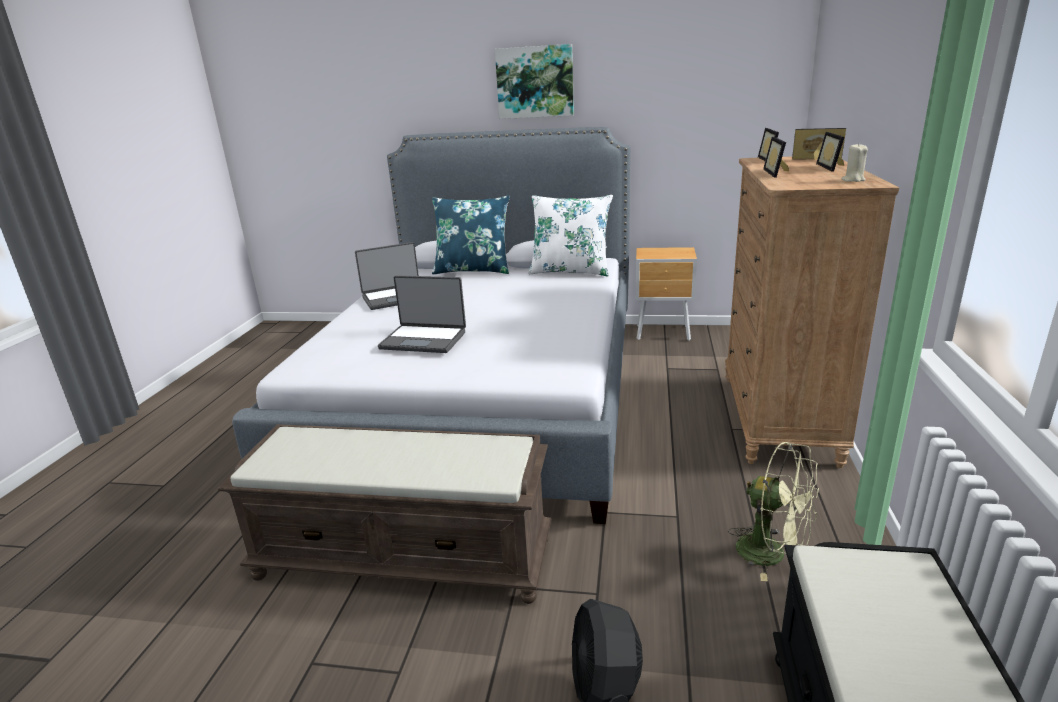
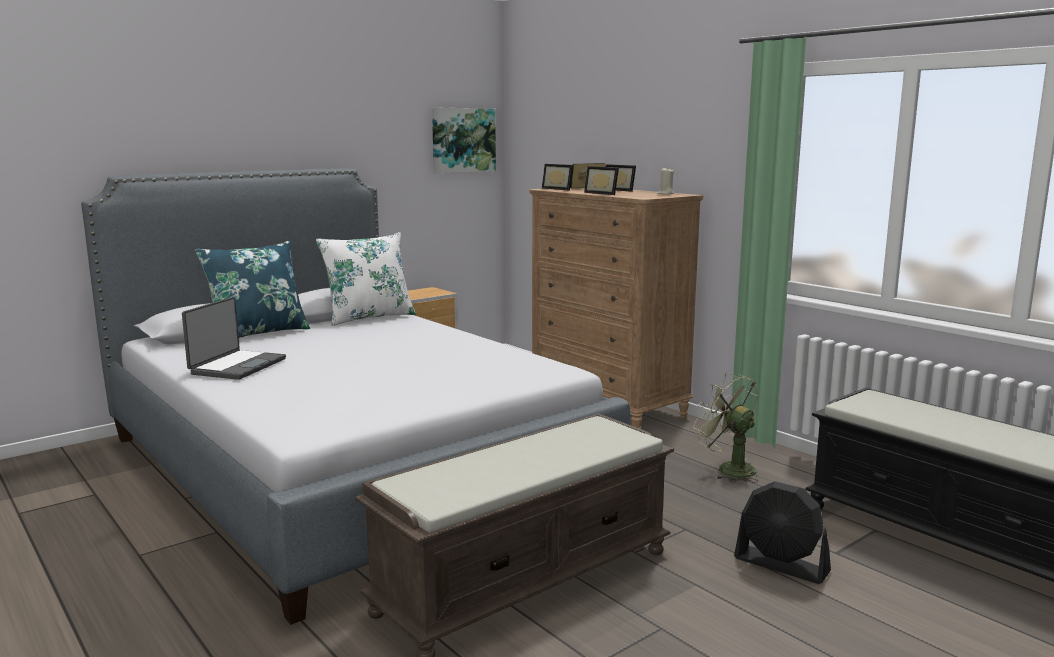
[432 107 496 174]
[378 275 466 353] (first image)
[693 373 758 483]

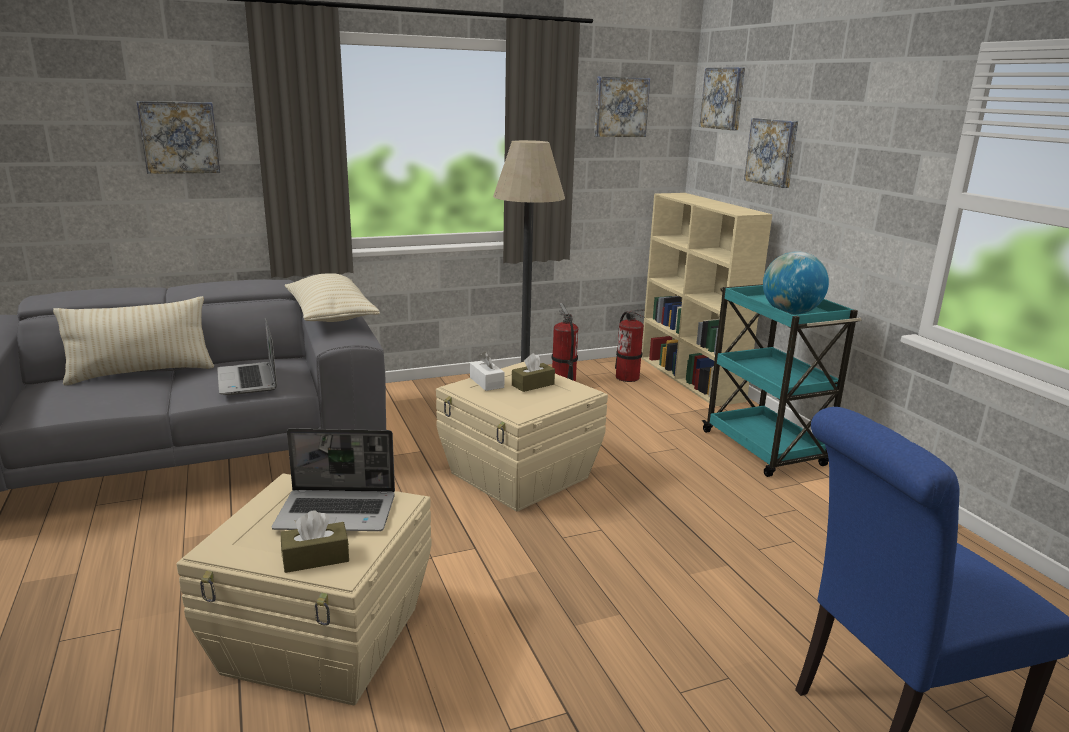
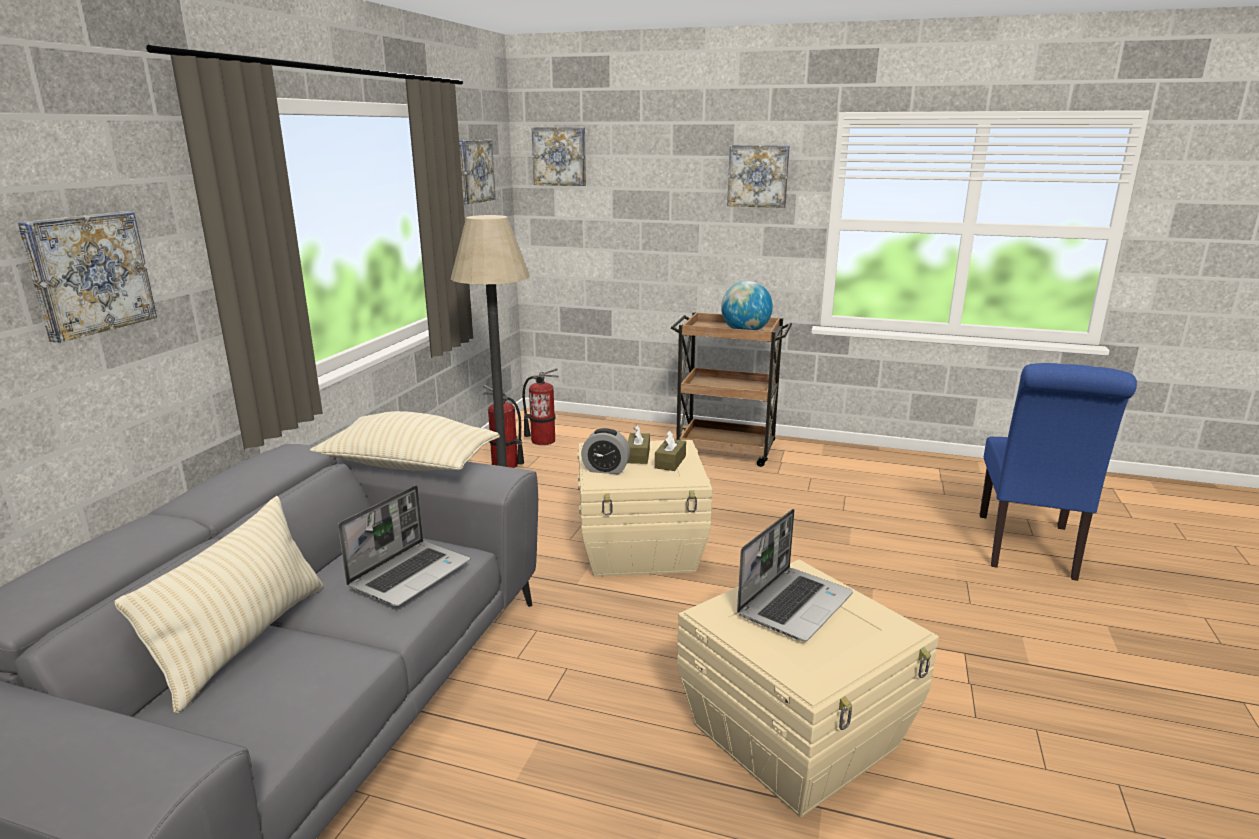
[727 145 790 208]
[641 193 772 407] (first image)
[671 312 792 467]
[338 485 470 606]
[581 428 631 474]
[655 430 686 471]

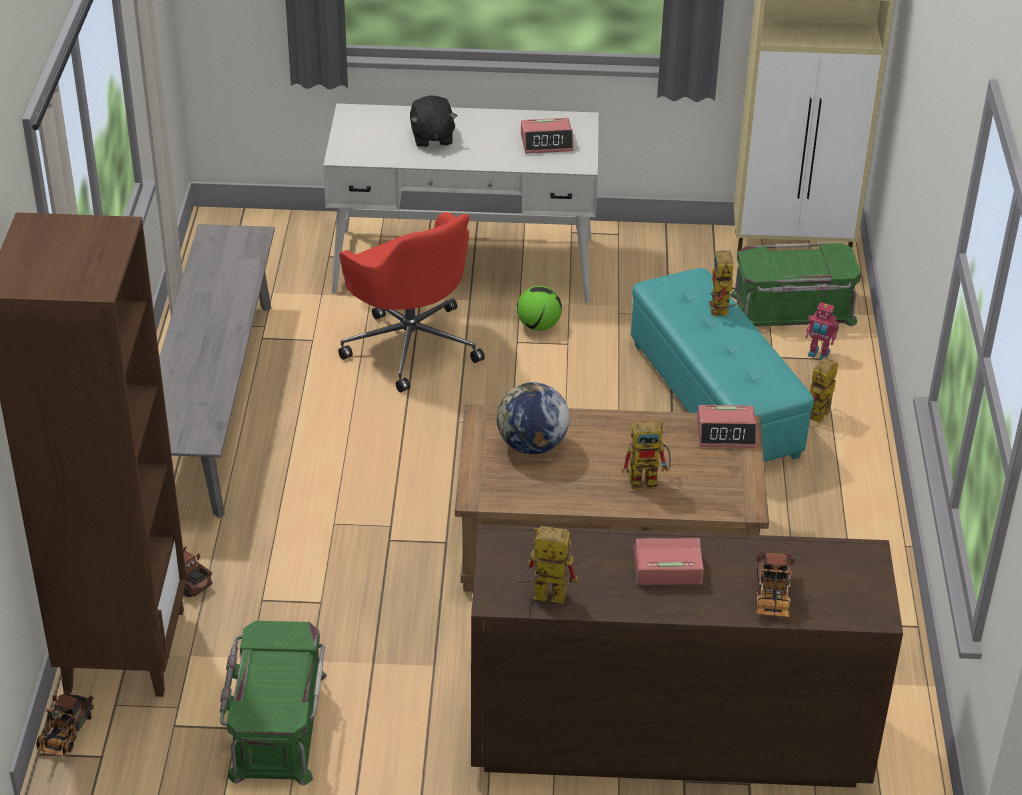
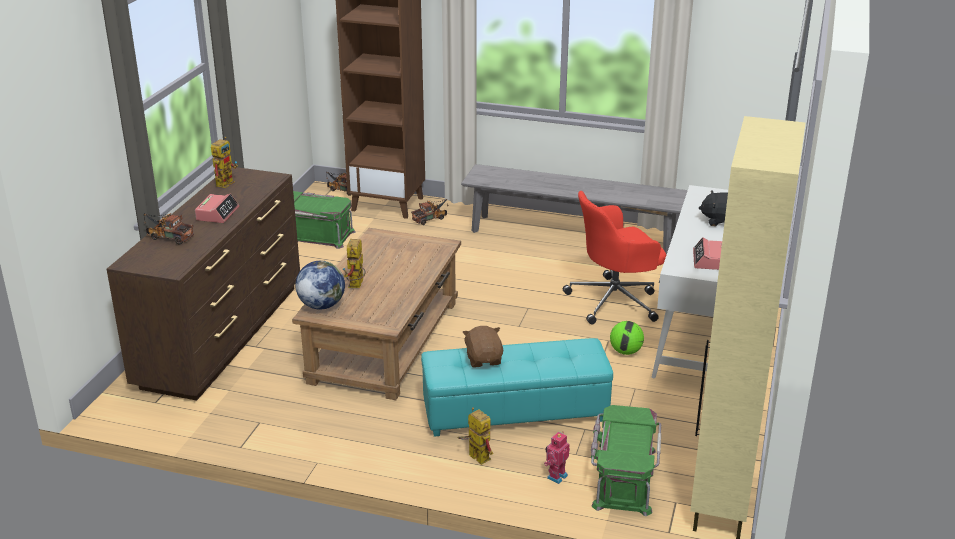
[709 250 742 316] (first image)
[295 260 345 310]
[697 405 757 448] (first image)
[462 326 503 367]

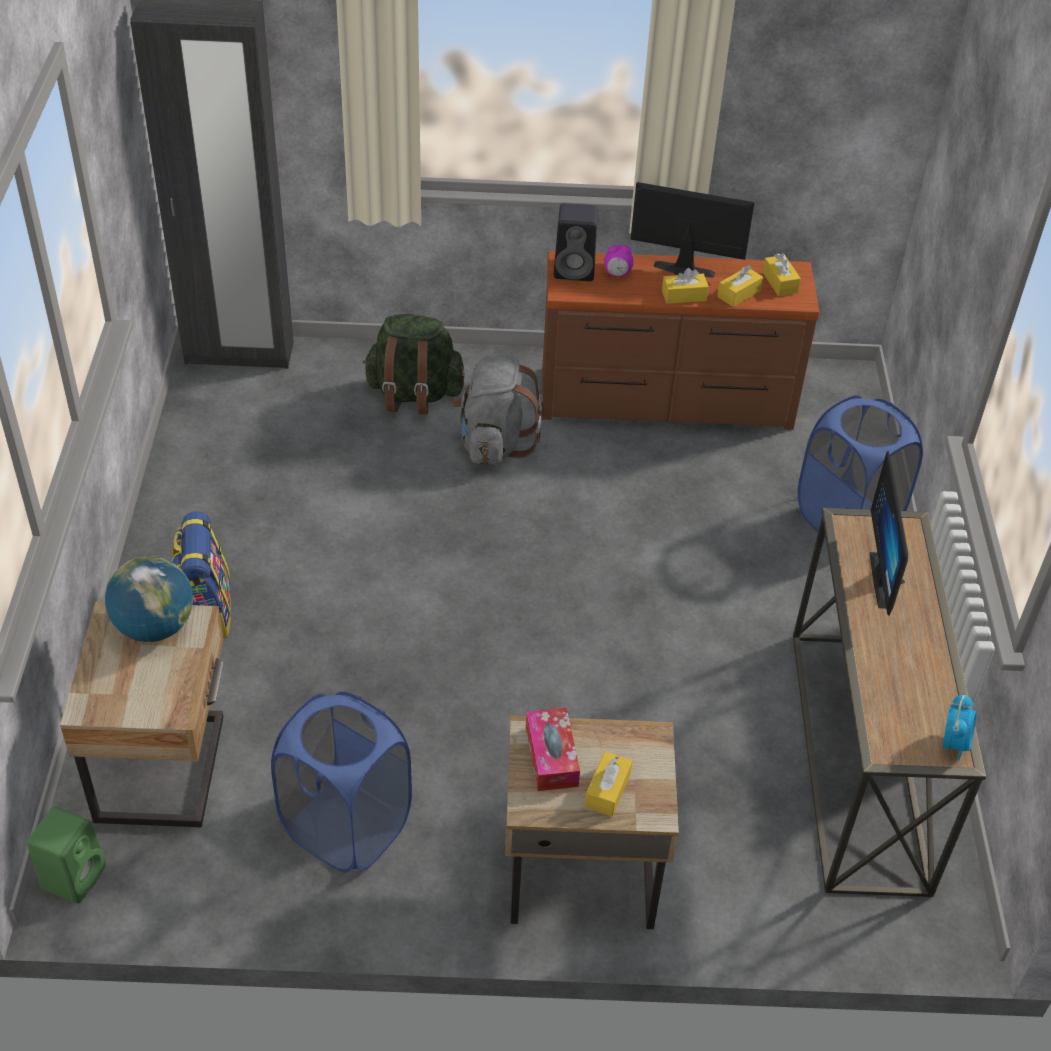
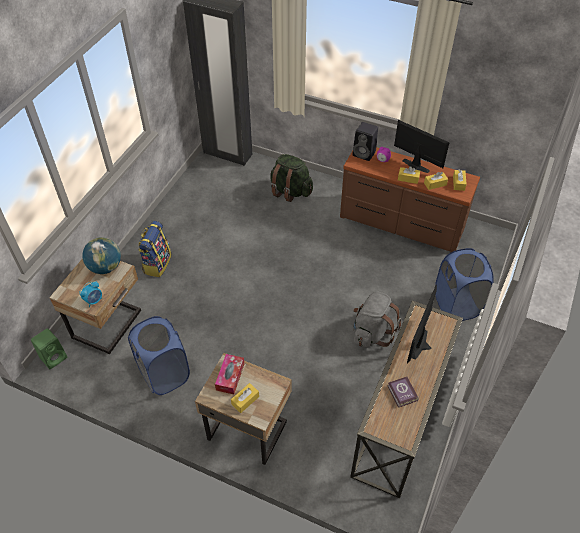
[353 291 401 348]
[79 281 102 307]
[387 377 419 408]

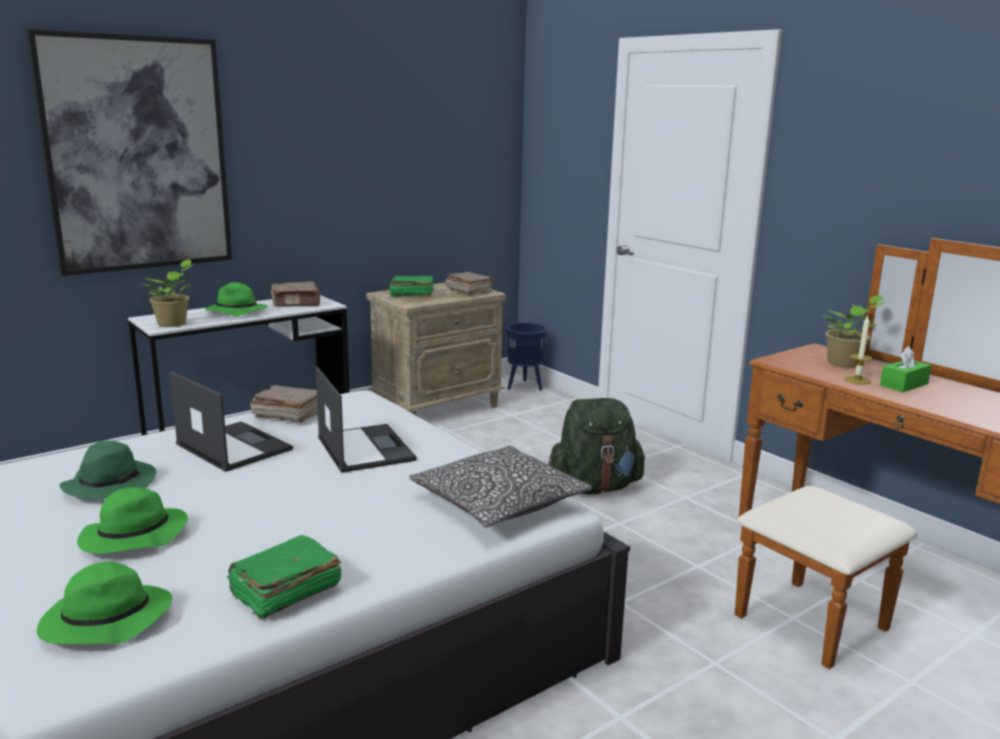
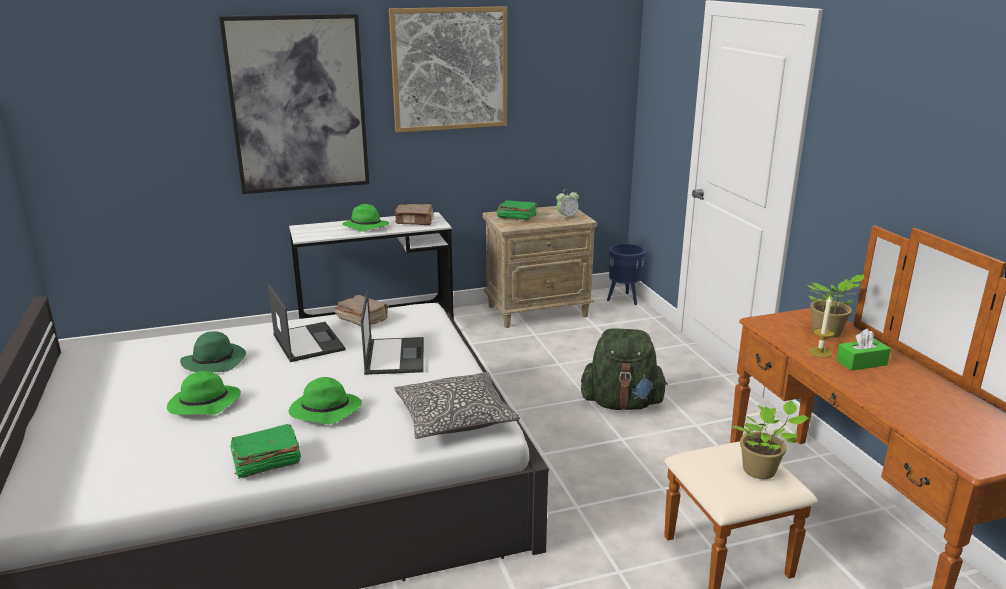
[732 401 809 479]
[556 189 579 220]
[289 377 362 424]
[389 6 507 133]

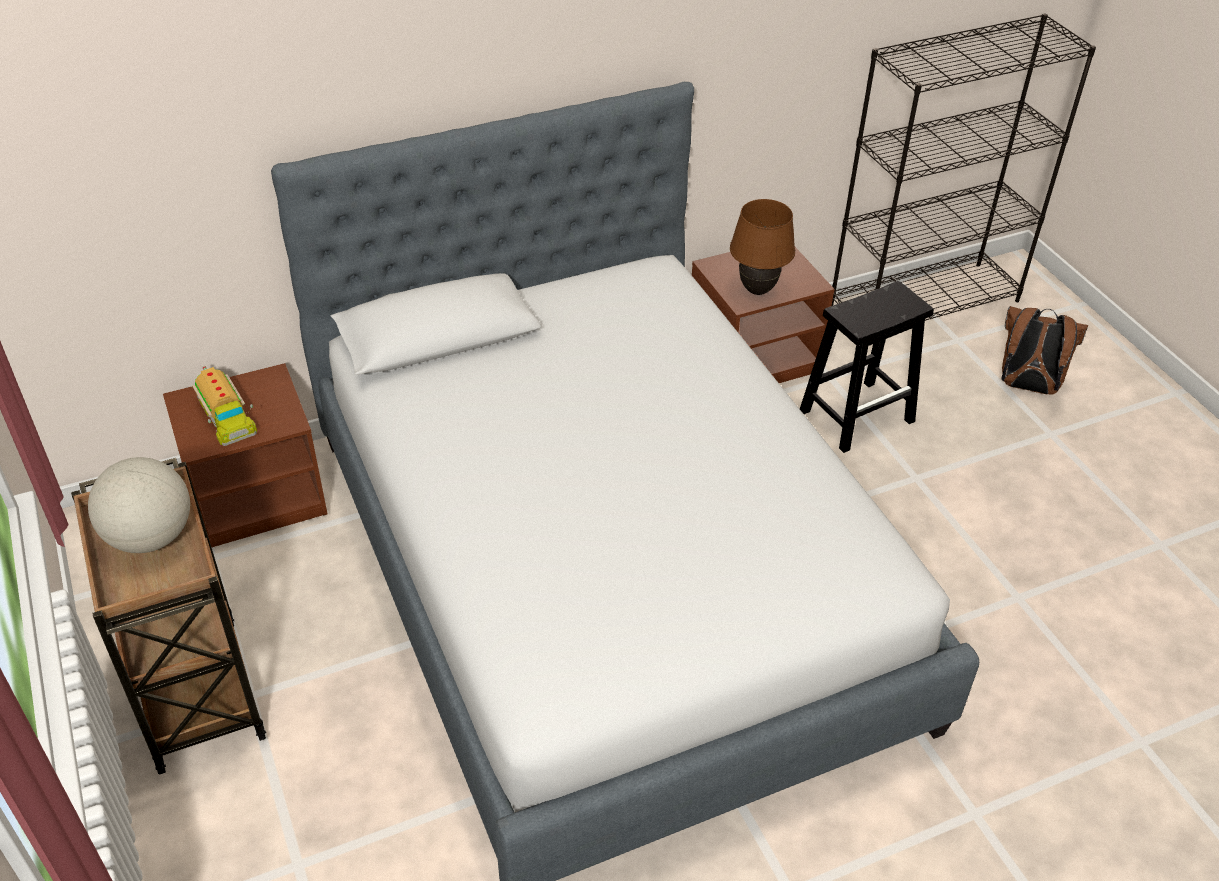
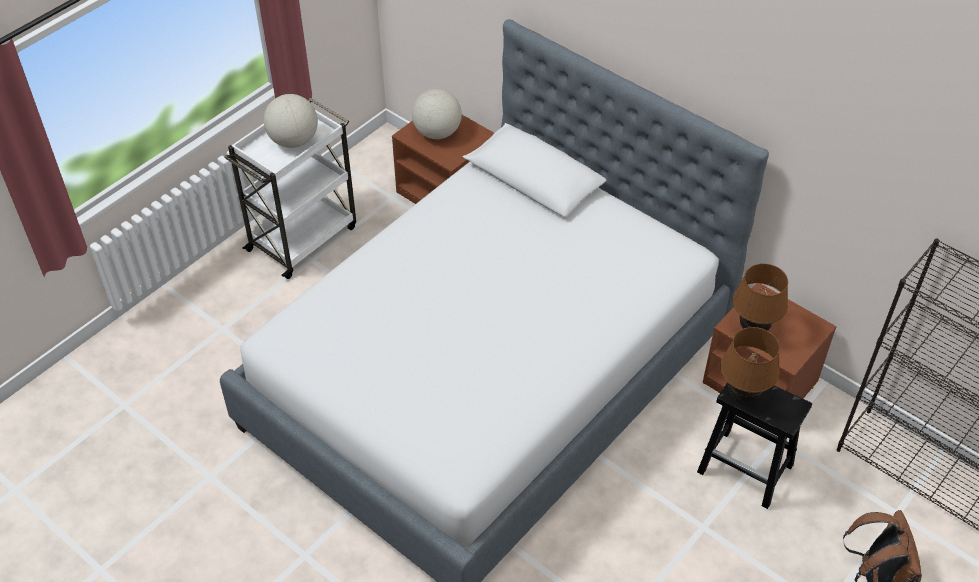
[412 89 462 139]
[224 98 356 279]
[720 327 780 403]

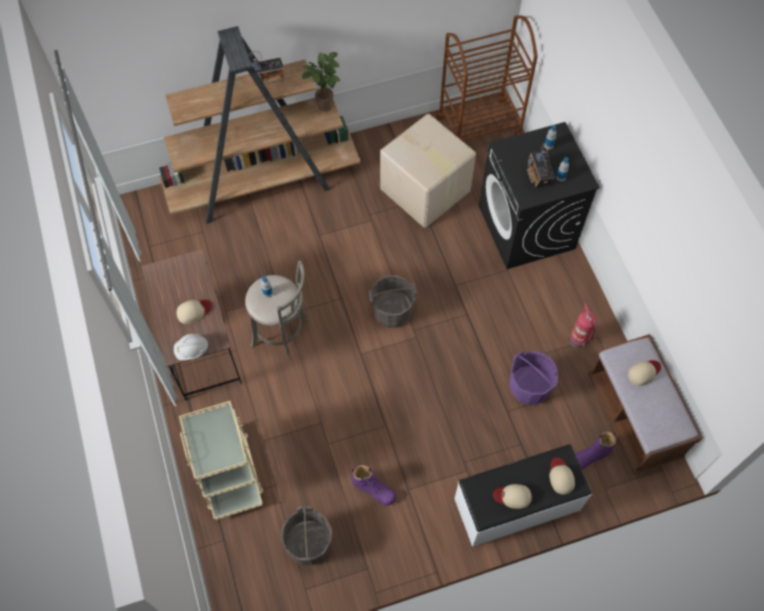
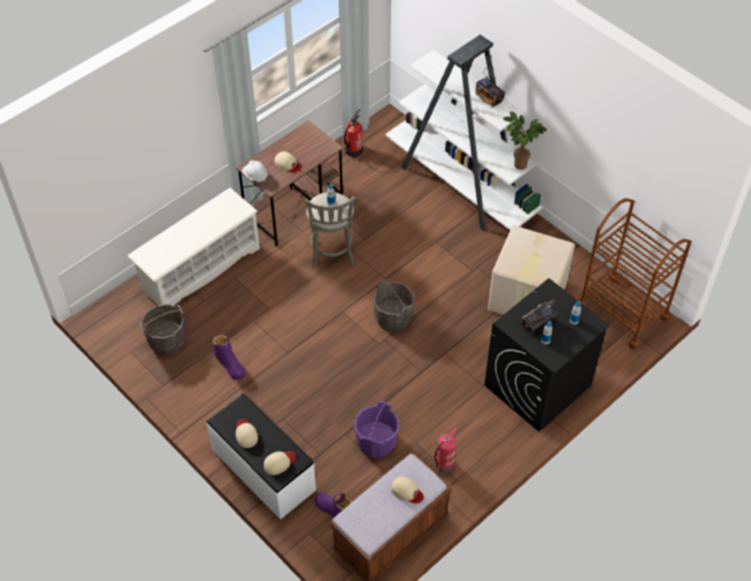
[386 35 542 231]
[128 188 260 306]
[213 335 246 380]
[344 109 363 157]

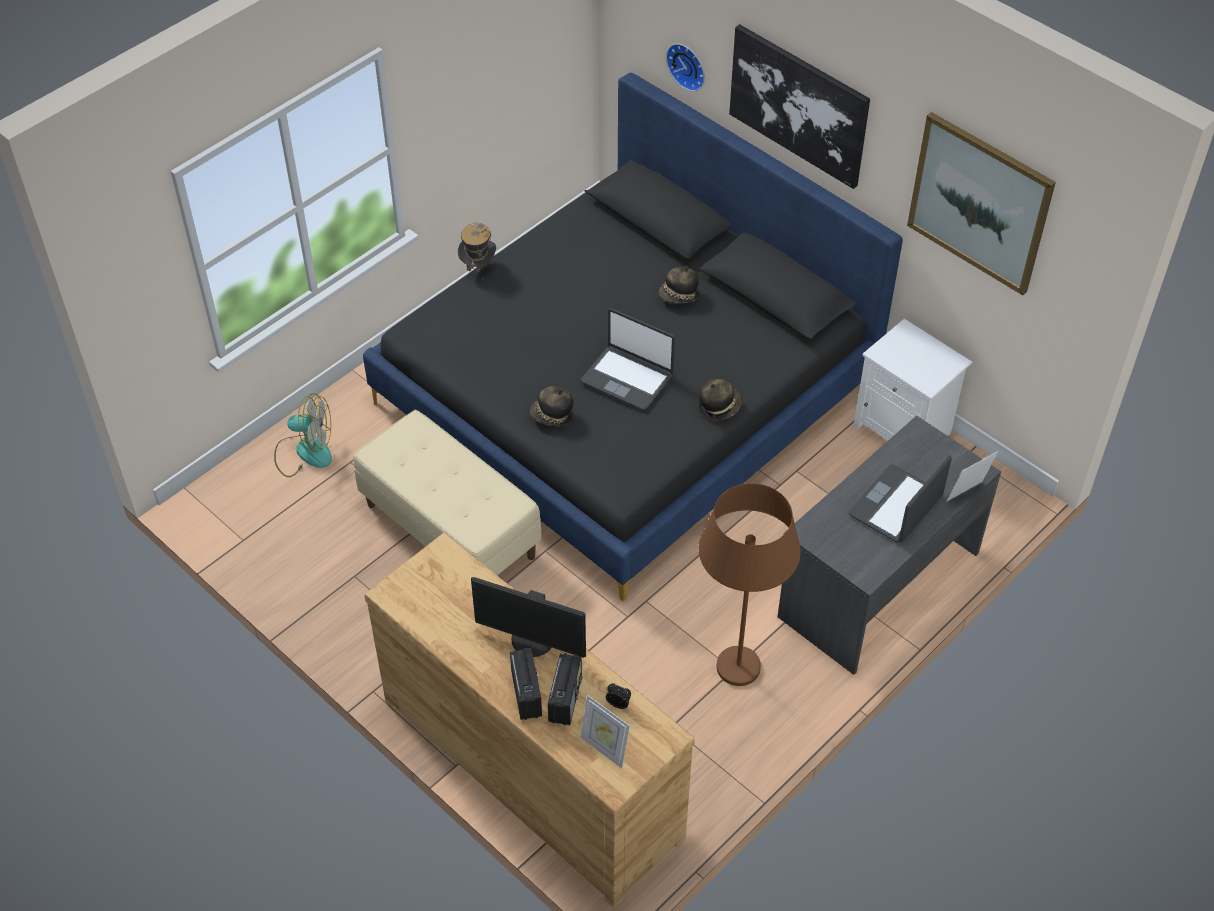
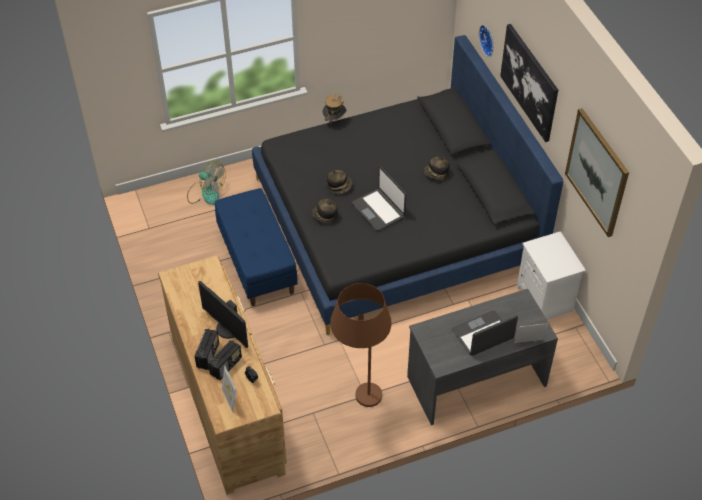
[327 169 352 194]
[215 188 298 306]

